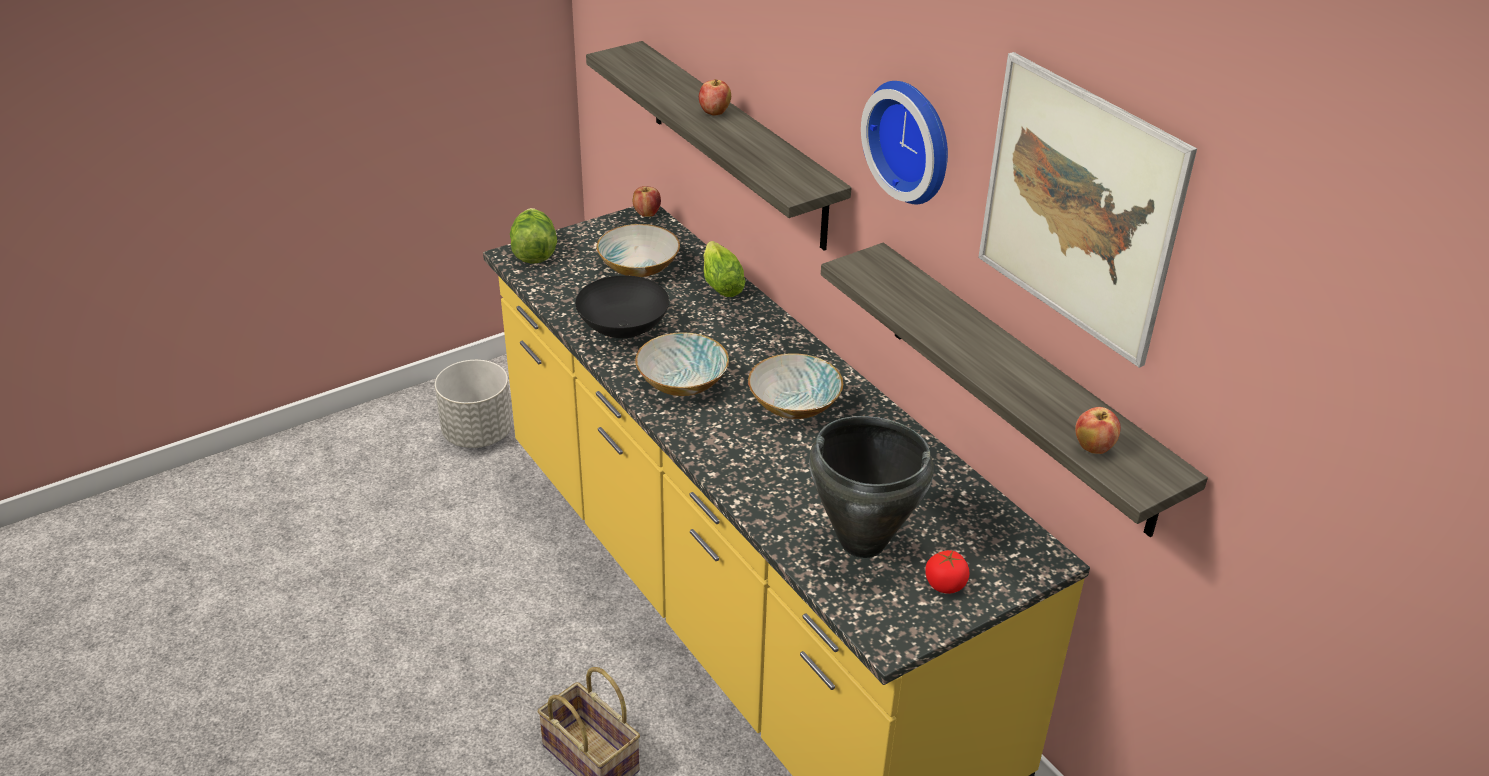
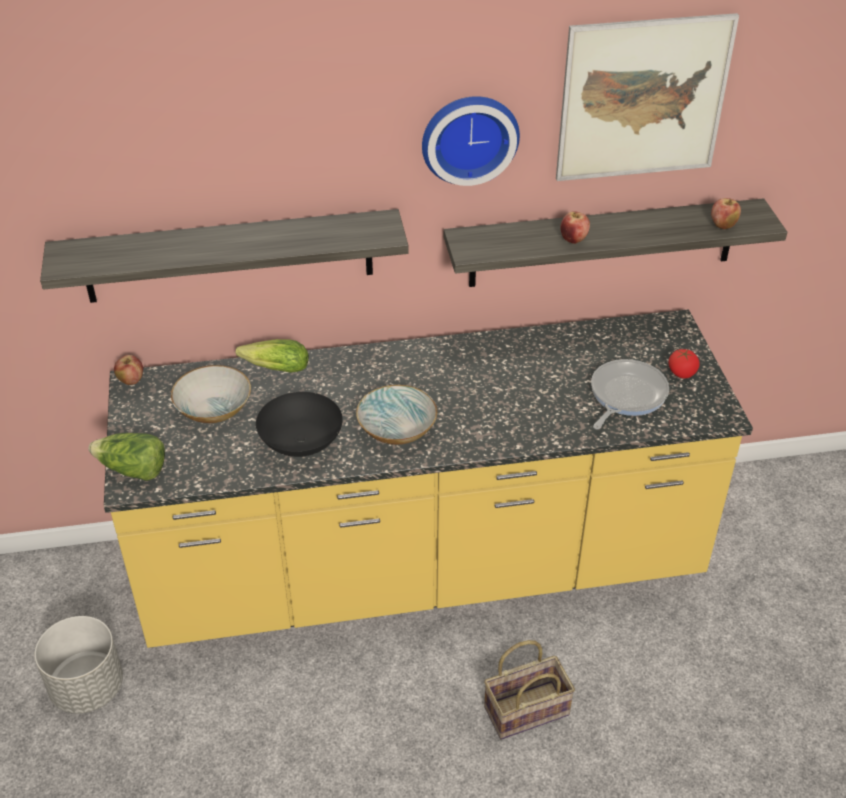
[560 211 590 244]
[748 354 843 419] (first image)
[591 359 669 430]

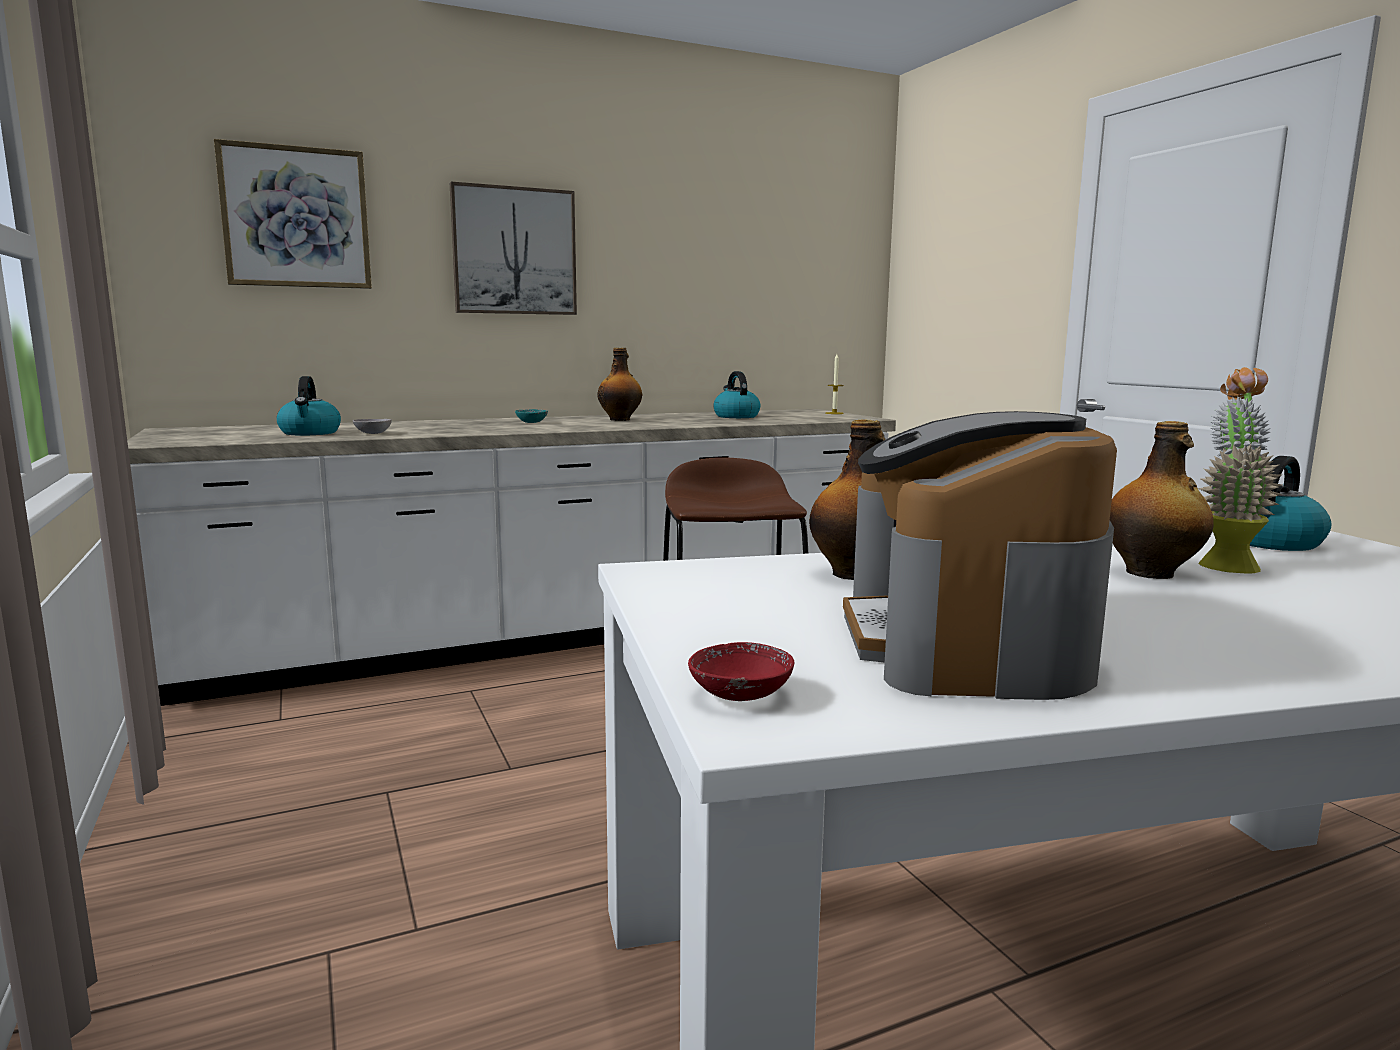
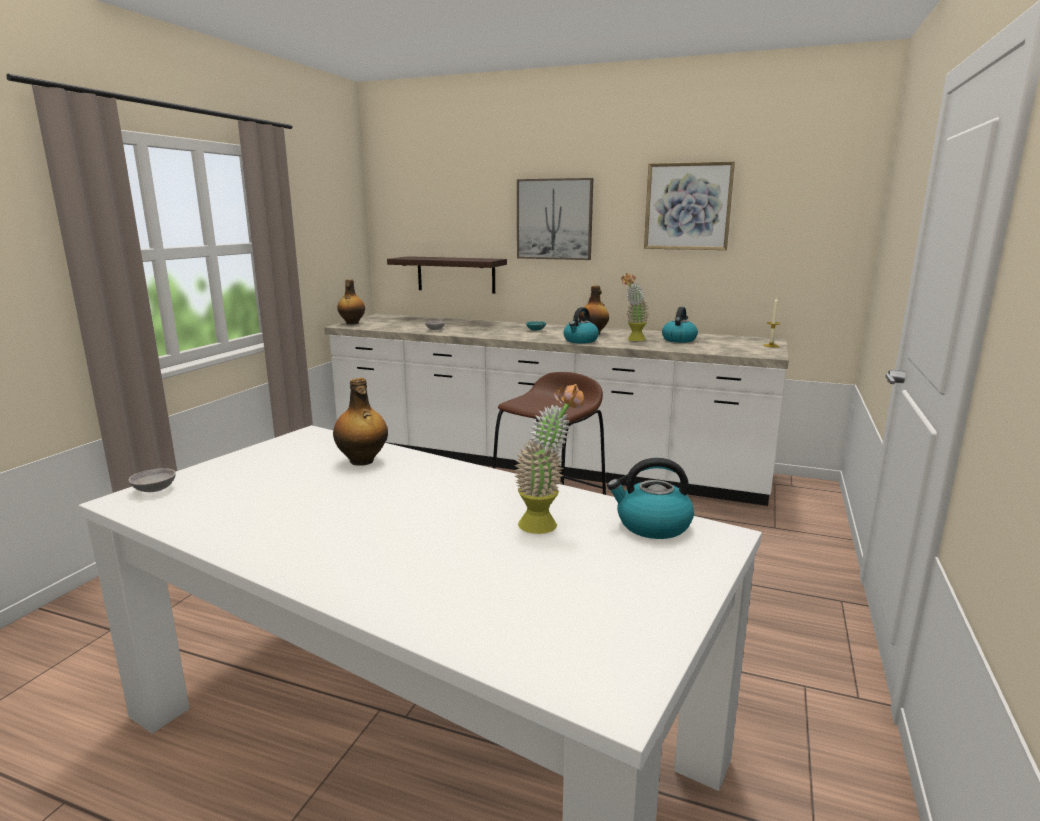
[644 161 735 250]
[563 307 599 344]
[843 411 1117 700] (first image)
[337 280 365 324]
[128 468 176 492]
[387 256 507 294]
[621 273 649 341]

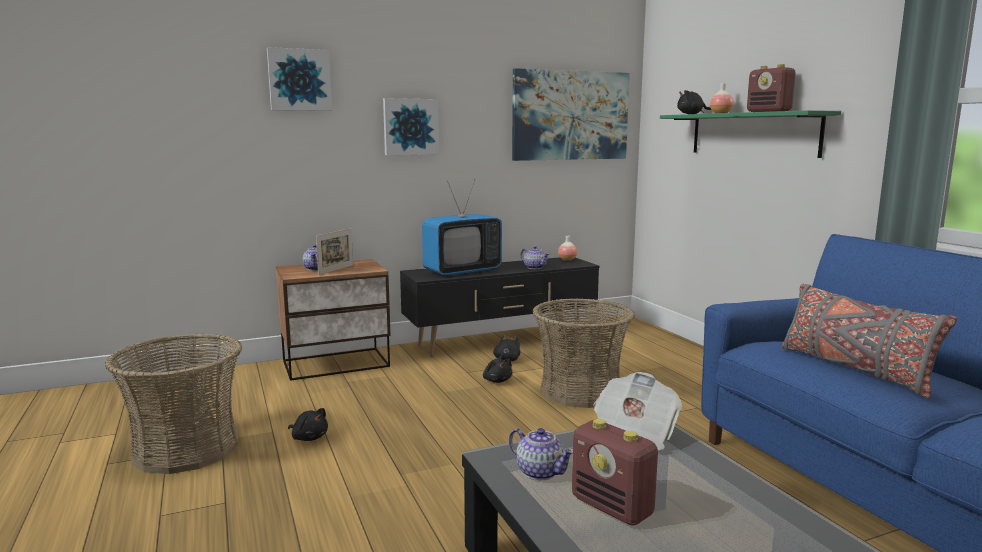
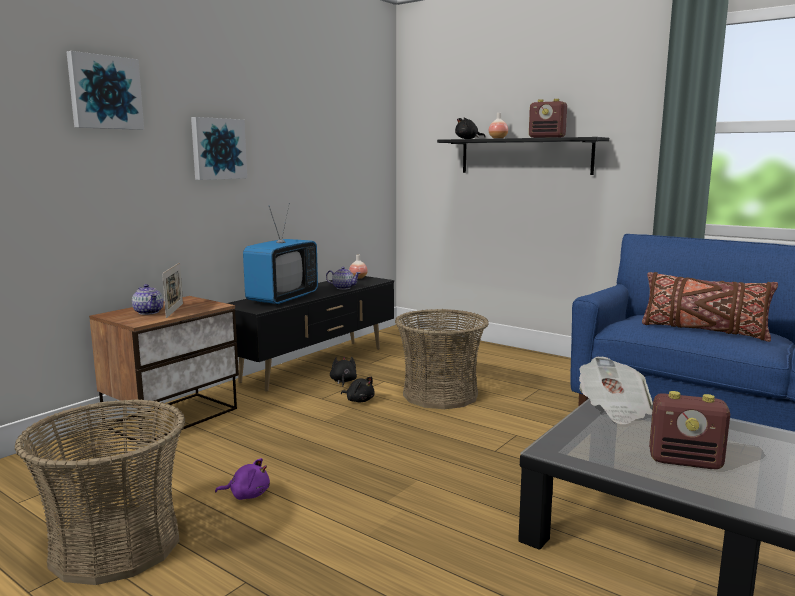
[512 68 630 161] (first image)
[437 137 609 175]
[642 272 778 342]
[215 458 270 500]
[509 428 573 480] (first image)

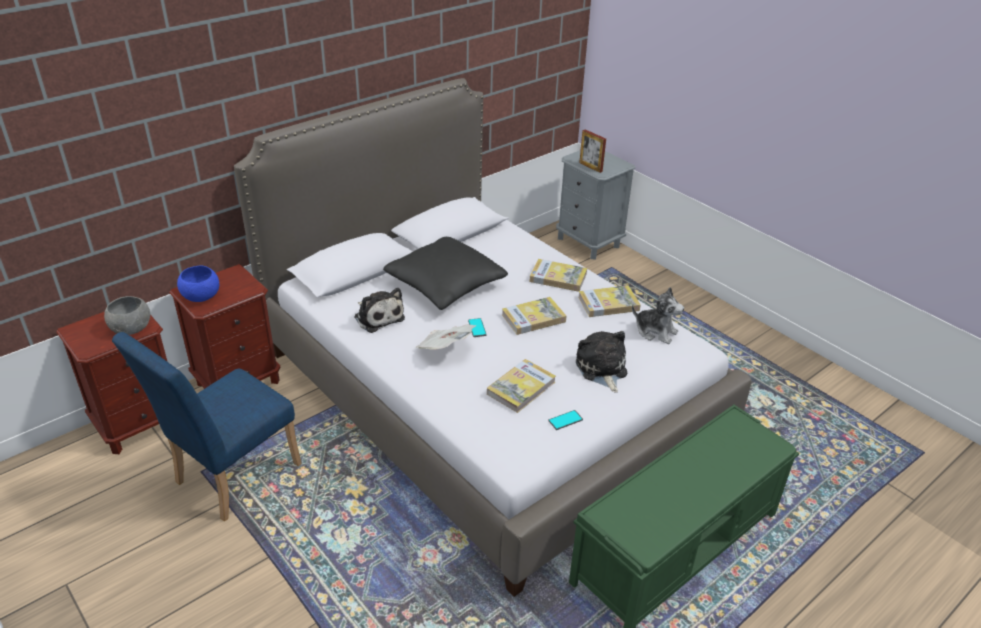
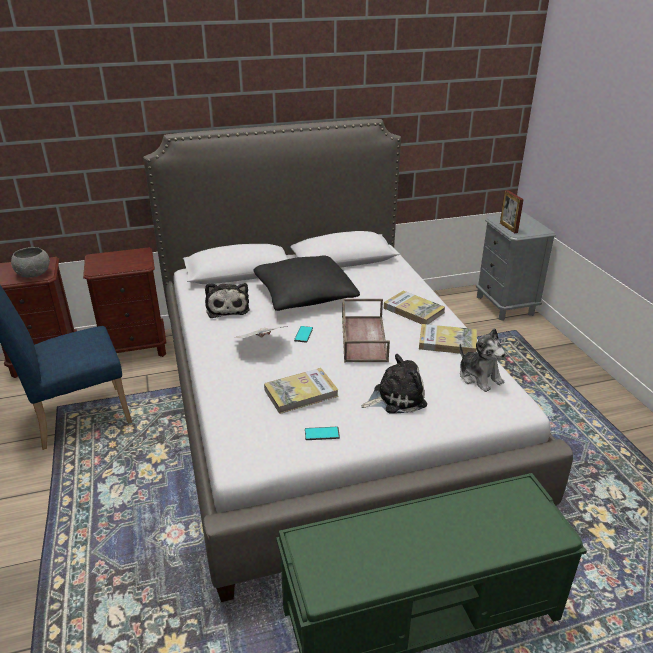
[177 266 219 302] (first image)
[342 299 390 362]
[361 354 427 414]

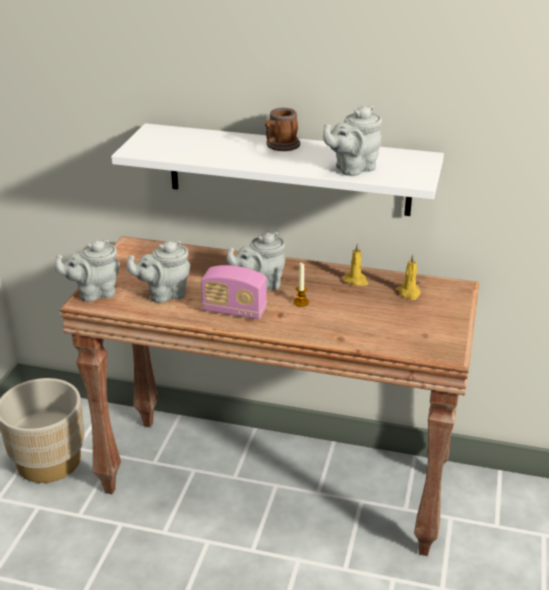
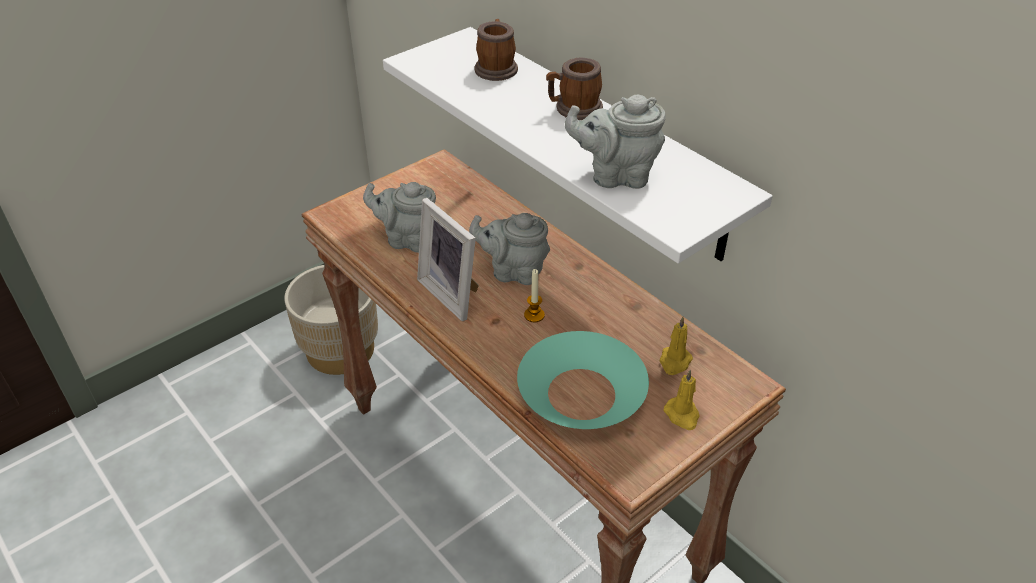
[54 240 120 302] (first image)
[664 370 699 430]
[417 198 479 322]
[474 19 518 81]
[517 331 649 429]

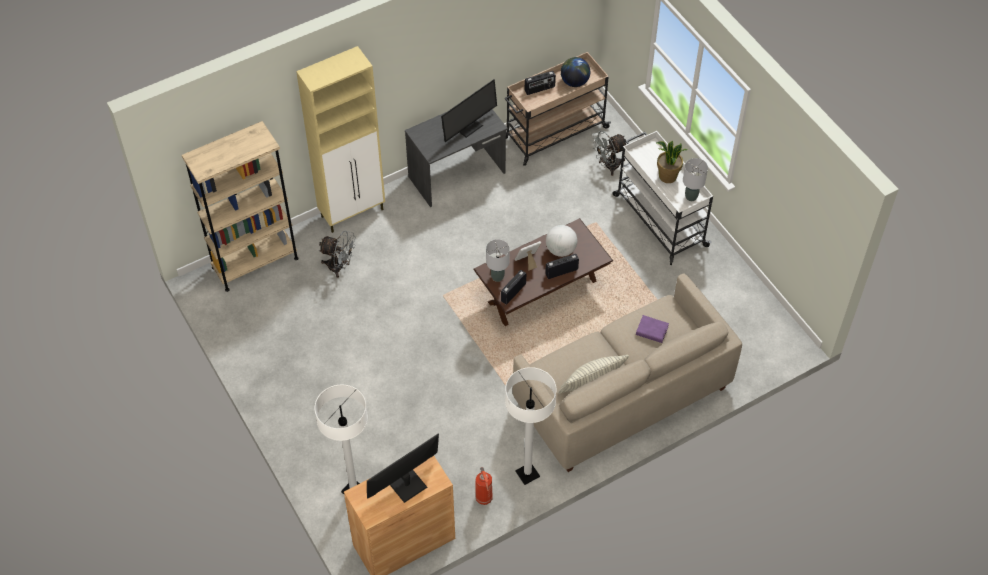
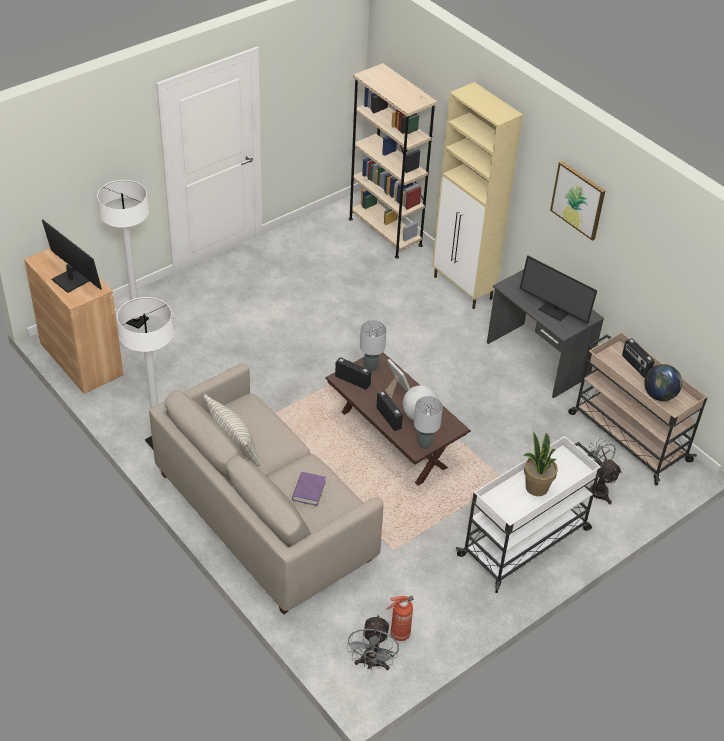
[414 396 443 449]
[346 615 399 670]
[386 596 414 641]
[550 161 605 241]

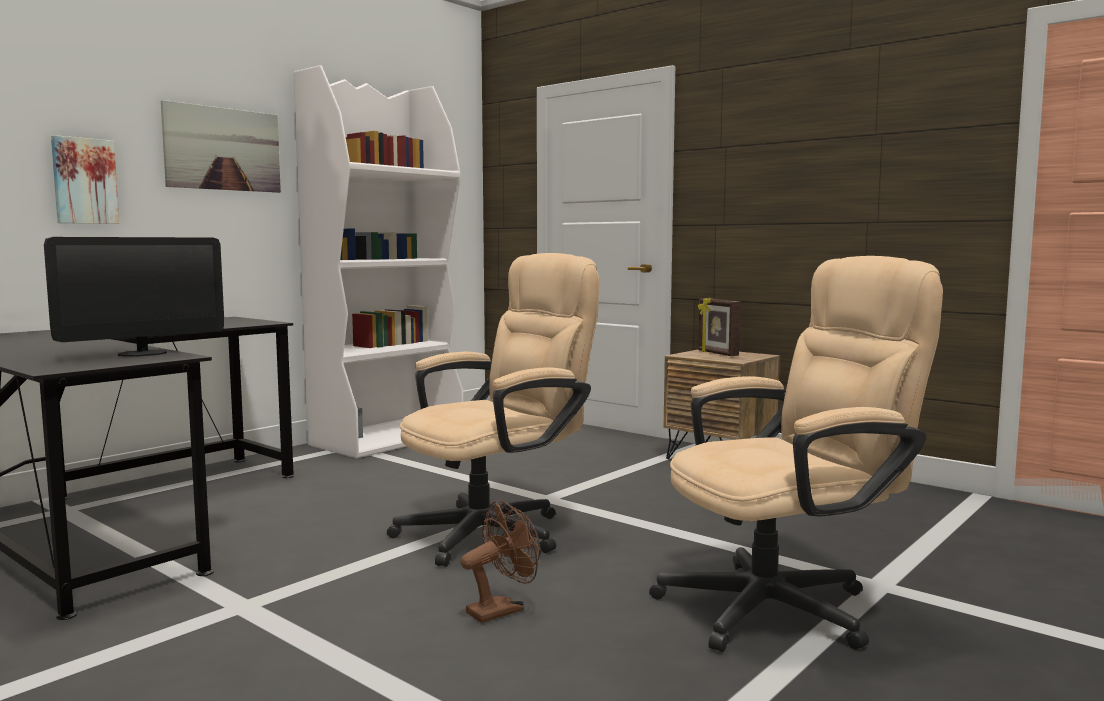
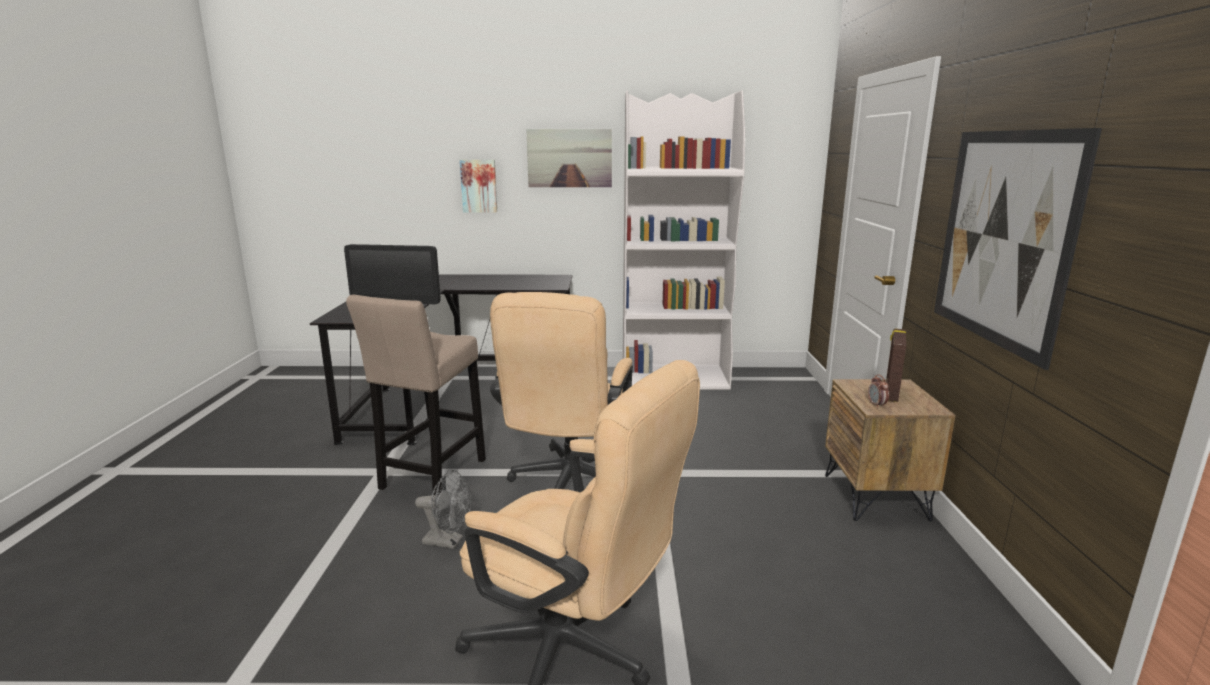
[490 292 633 489]
[415 470 471 549]
[934 128 1102 370]
[346 295 486 495]
[868 374 889 408]

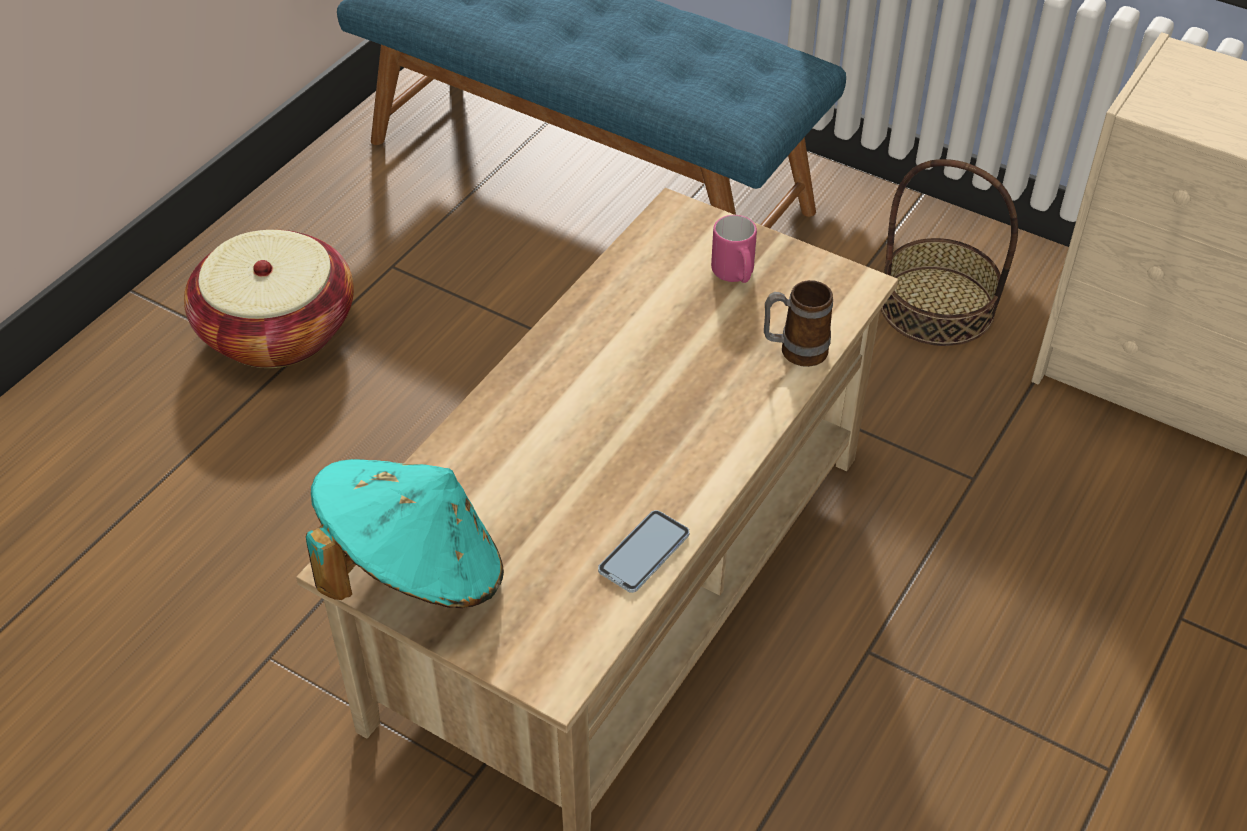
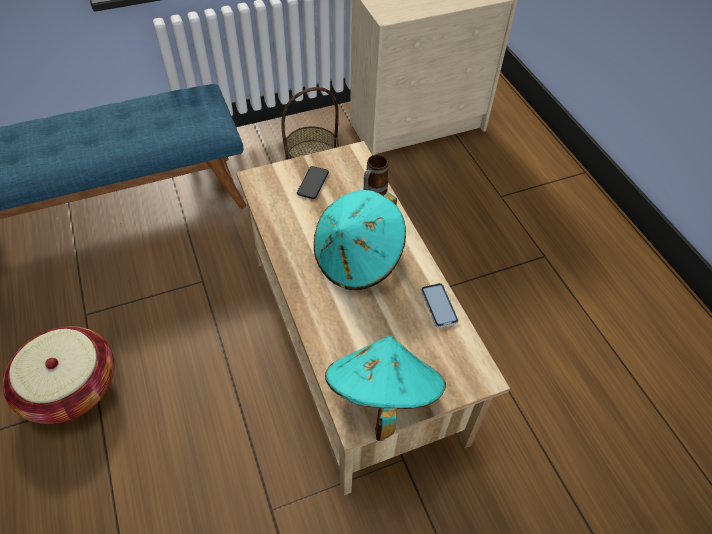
[297 166 329 199]
[314 190 406 290]

